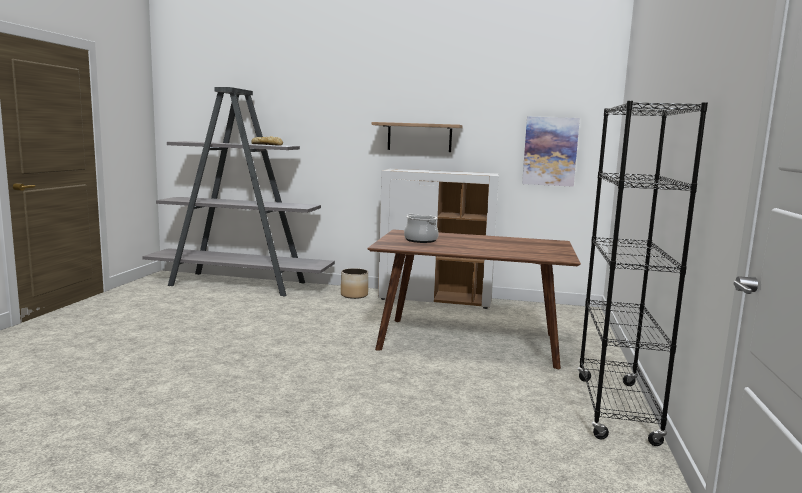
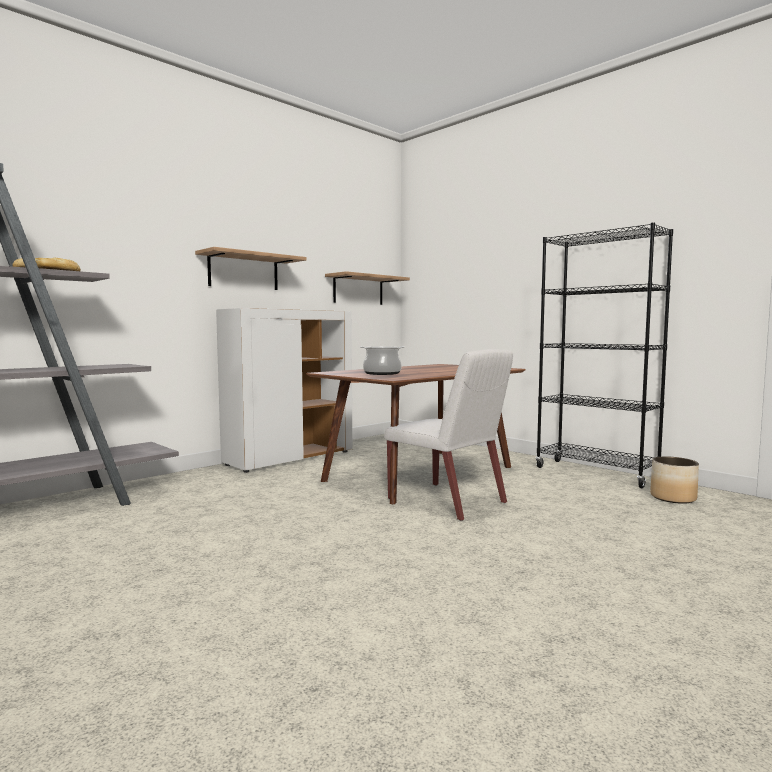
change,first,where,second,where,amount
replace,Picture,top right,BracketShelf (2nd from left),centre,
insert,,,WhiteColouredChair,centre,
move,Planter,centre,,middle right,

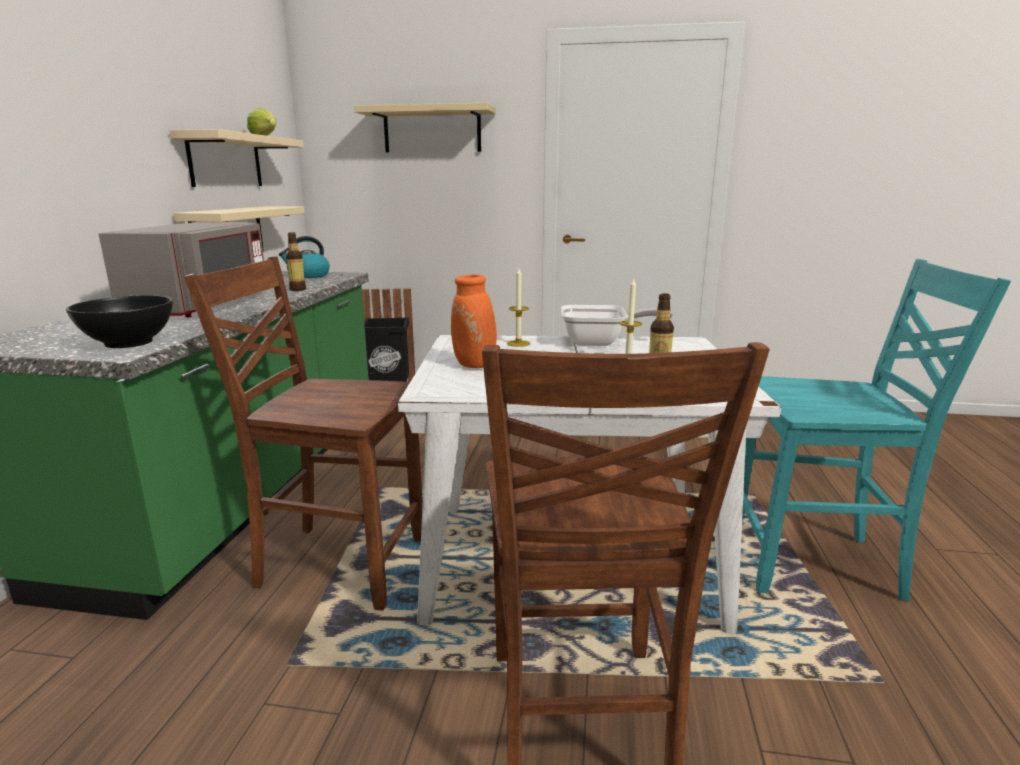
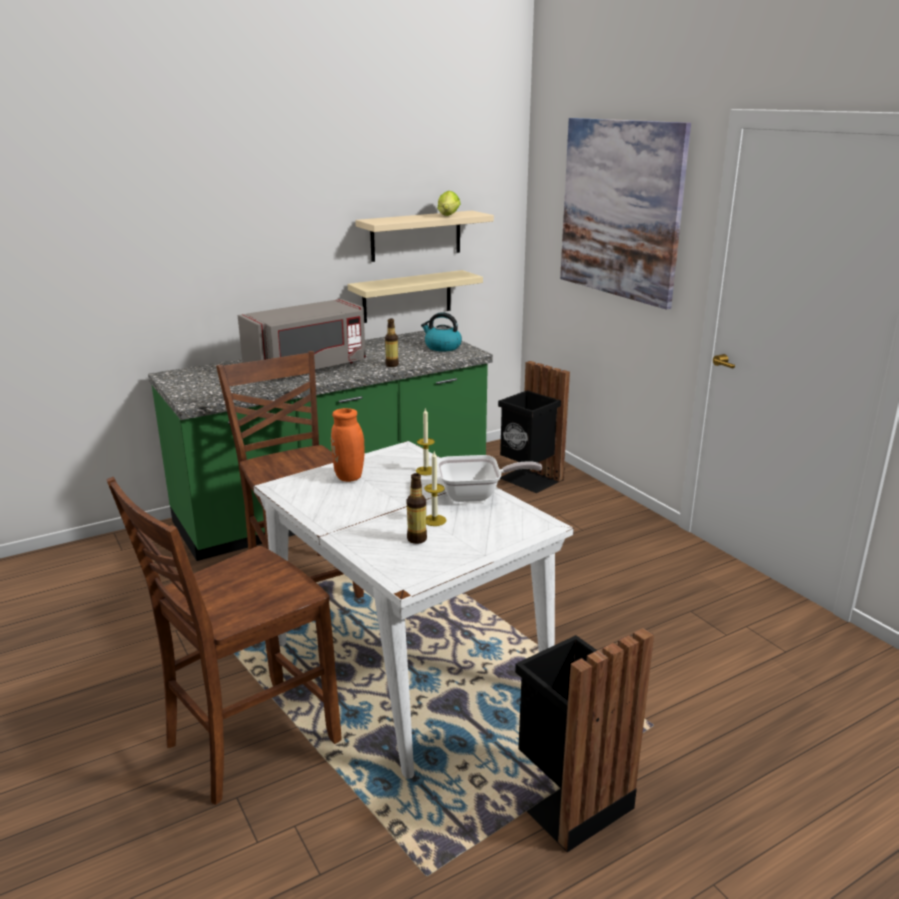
change,first,where,second,where,amount
rotate,Pan,centre,,centre,60 degrees counterclockwise
replace,TurquoiseColouredChair,middle right,BlackishWasteBin (2nd from left),bottom centre,
replace,SandColouredBracketShelf (3rd from left),top centre,Picture,top right,
delete,BlackishDeepDish,middle left,,,

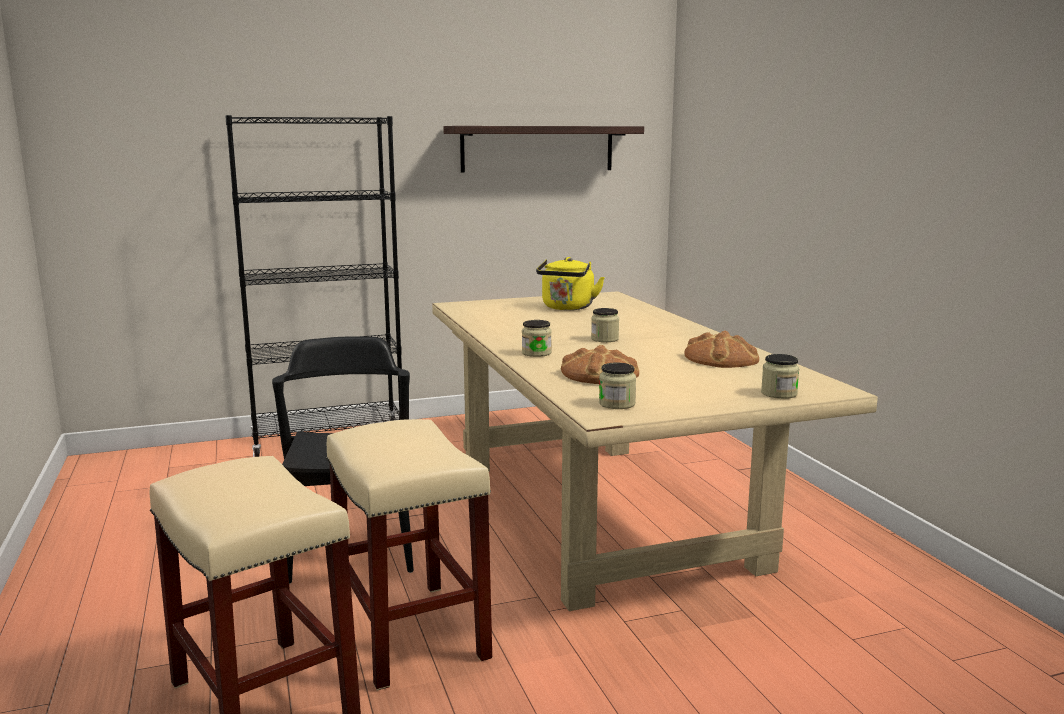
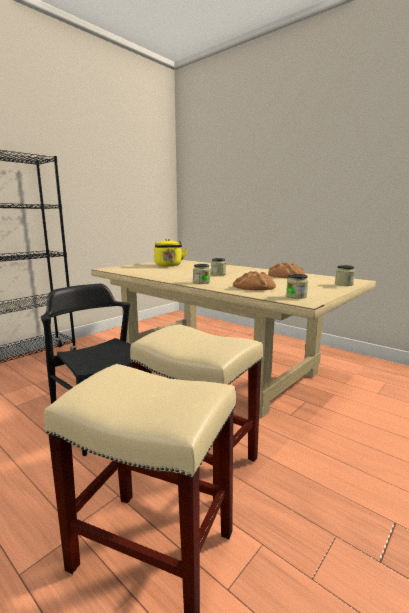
change,first,where,second,where,amount
delete,BracketShelf,top centre,,,

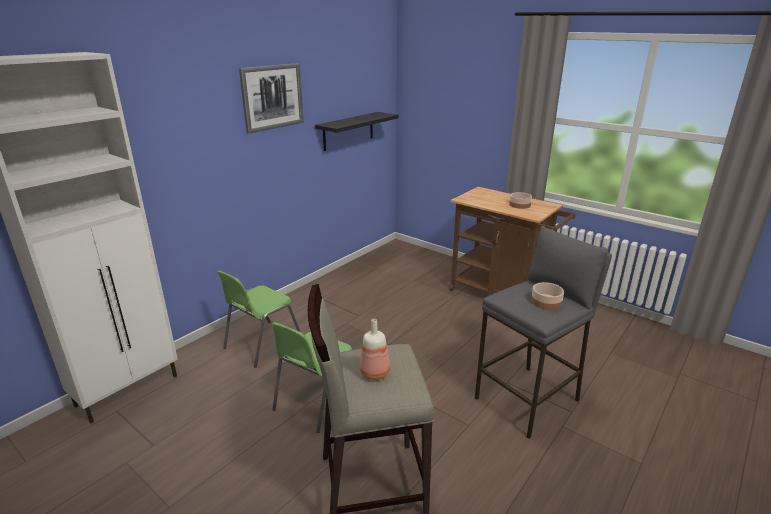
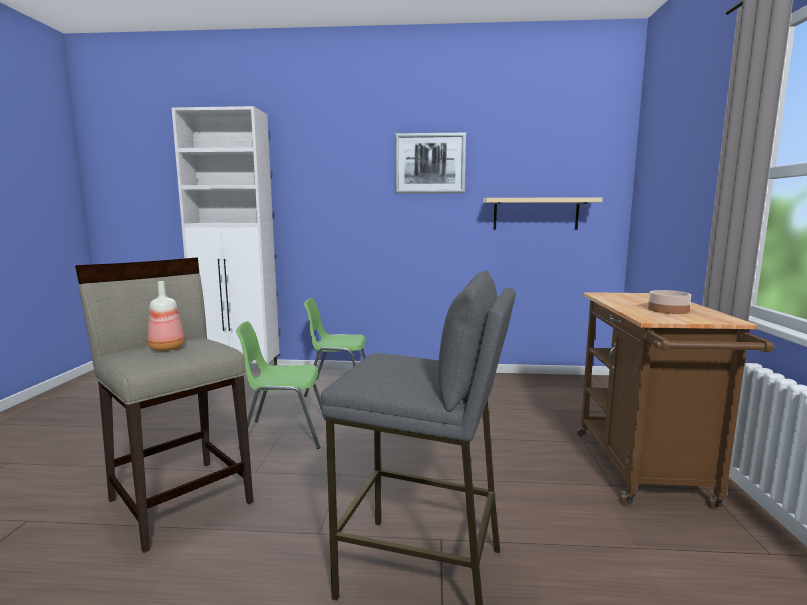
change,first,where,second,where,amount
recolor,BlackishBracketShelf,top centre,SandColouredBracketShelf,middle right,
delete,DeepDish (2nd from left),middle right,,,

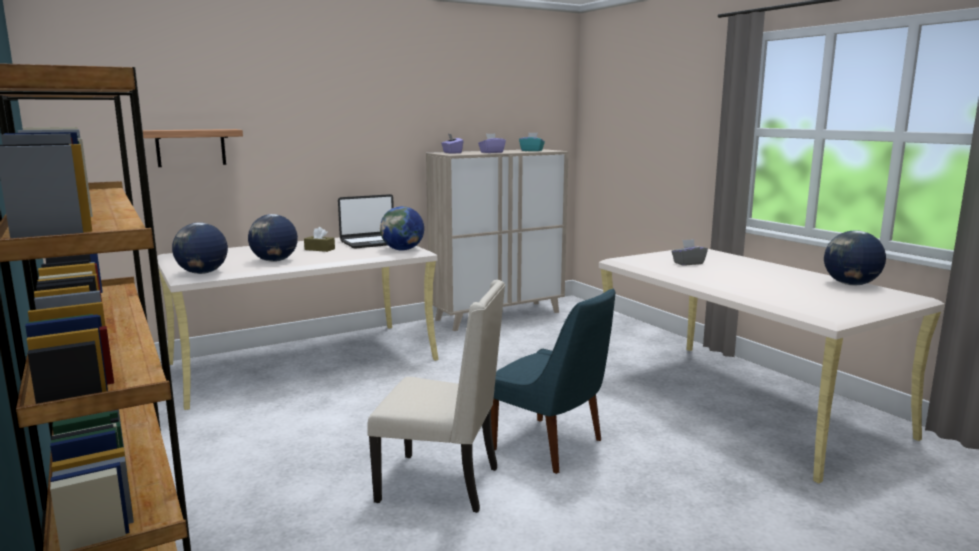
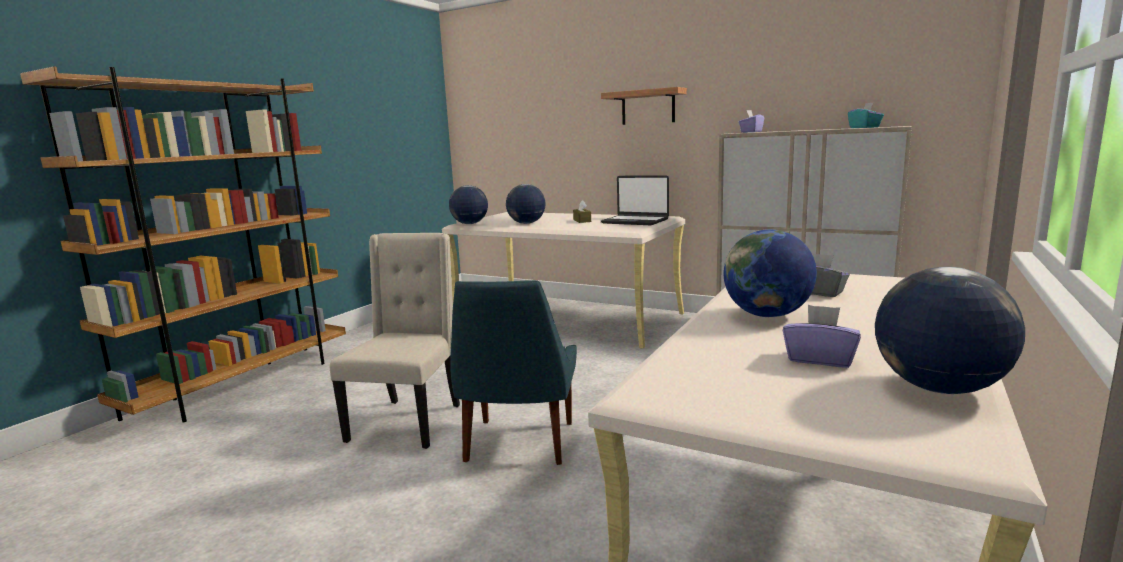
change,first,where,second,where,amount
rotate,SandColouredChair,bottom centre,,centre,150 degrees counterclockwise
move,BracketShelf,top left,,top centre,
move,Globe (3rd from left),centre,,middle right,
move,PurpleColouredTissueBox (2nd from left),top centre,,middle right,

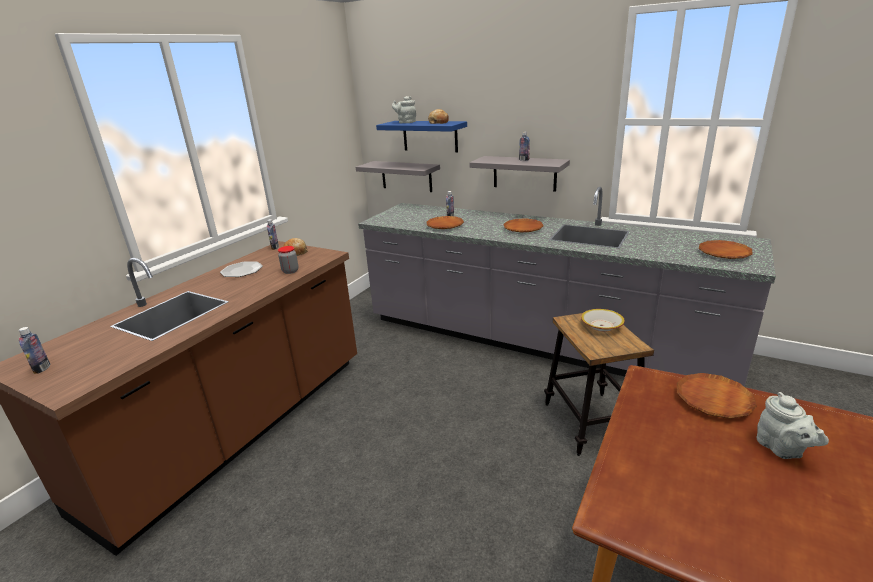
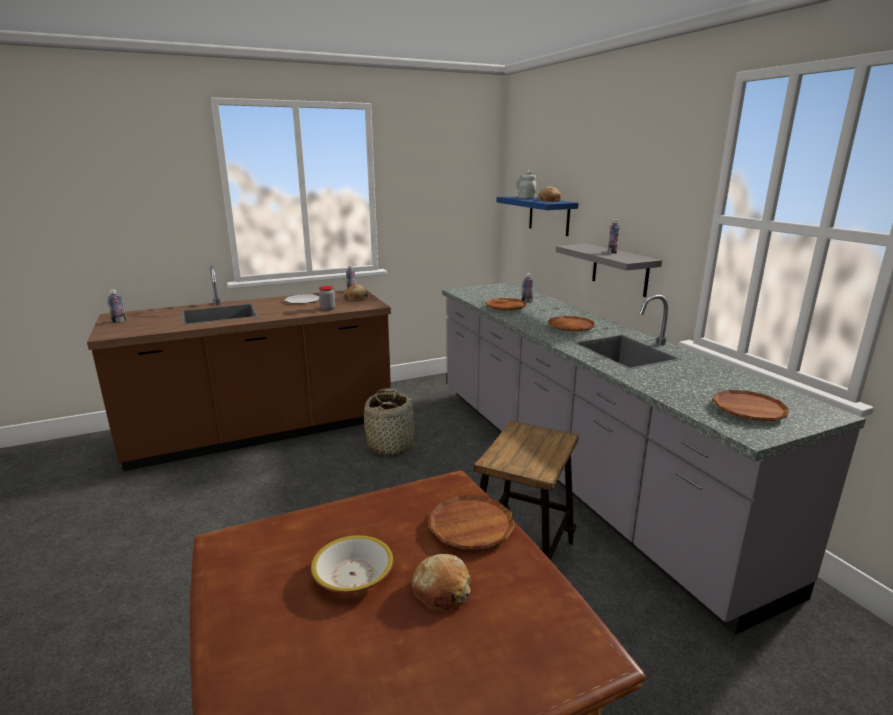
change,first,where,second,where,amount
move,DeepDish,middle right,,bottom centre,
insert,,,StorageBasket,centre,
replace,GrayTeaPot (2nd from left),bottom right,Bread (2nd from left),bottom centre,
delete,GrayBracketShelf (1st from left),top centre,,,

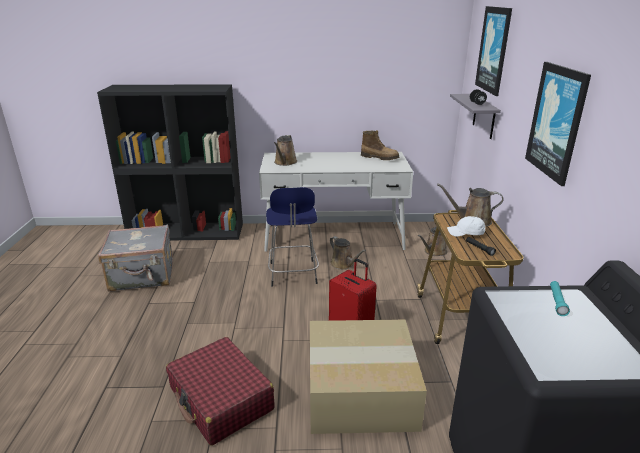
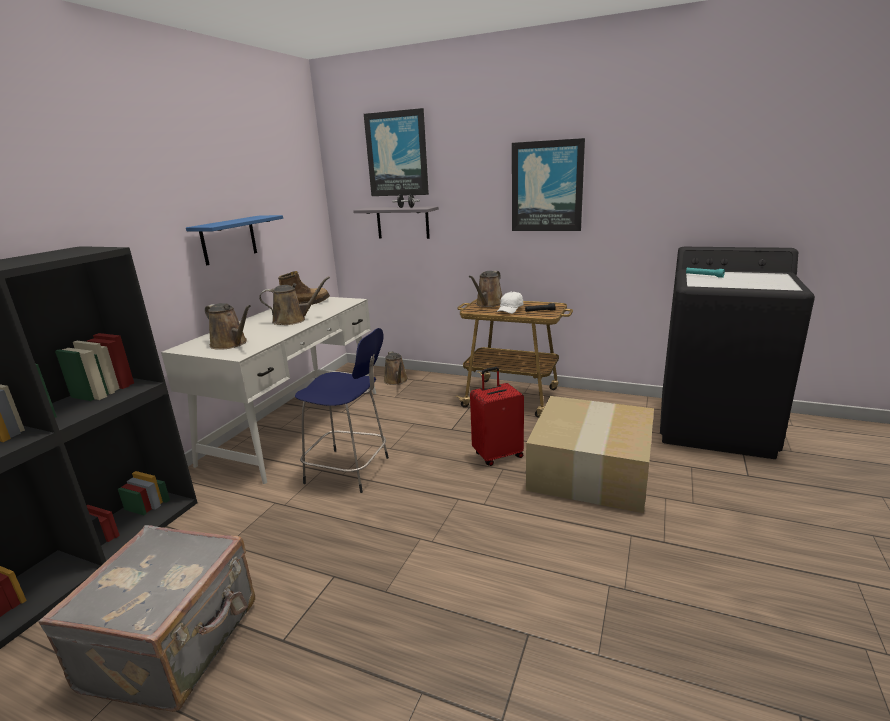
change,first,where,second,where,amount
insert,,,BluishBracketShelf,top left,
move,BrownColouredWateringPot (2nd from left),centre,,middle left,
delete,RedSuitcase (1st from left),bottom centre,,,

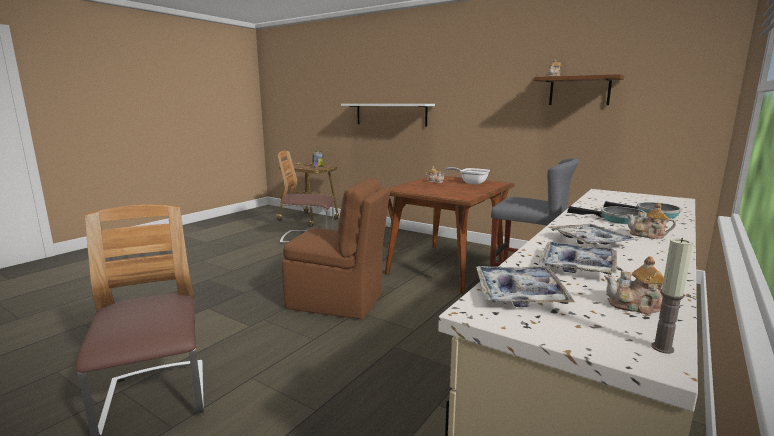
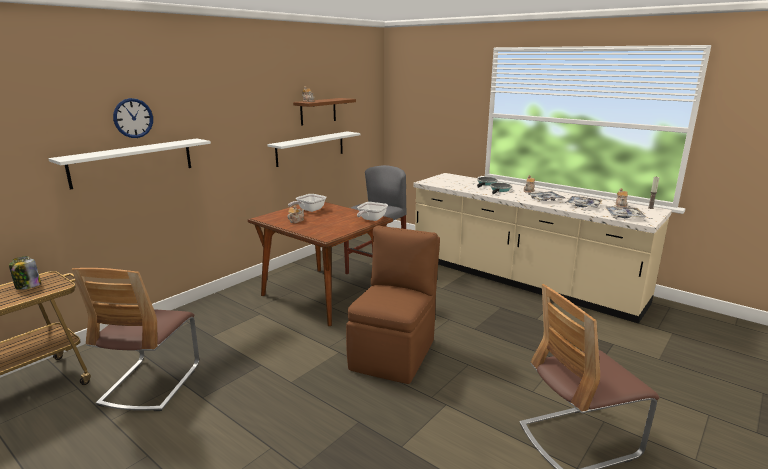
change,first,where,second,where,amount
insert,,,ClockOnTheWall,top left,
insert,,,WhiteColouredBracketShelf (2nd from left),top centre,
insert,,,Pan (2nd from left),centre,

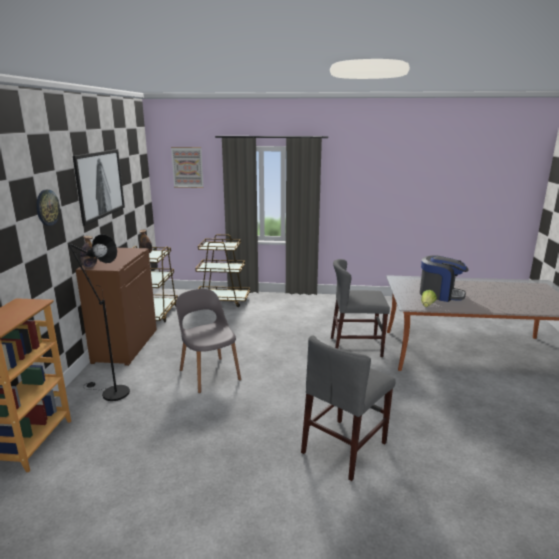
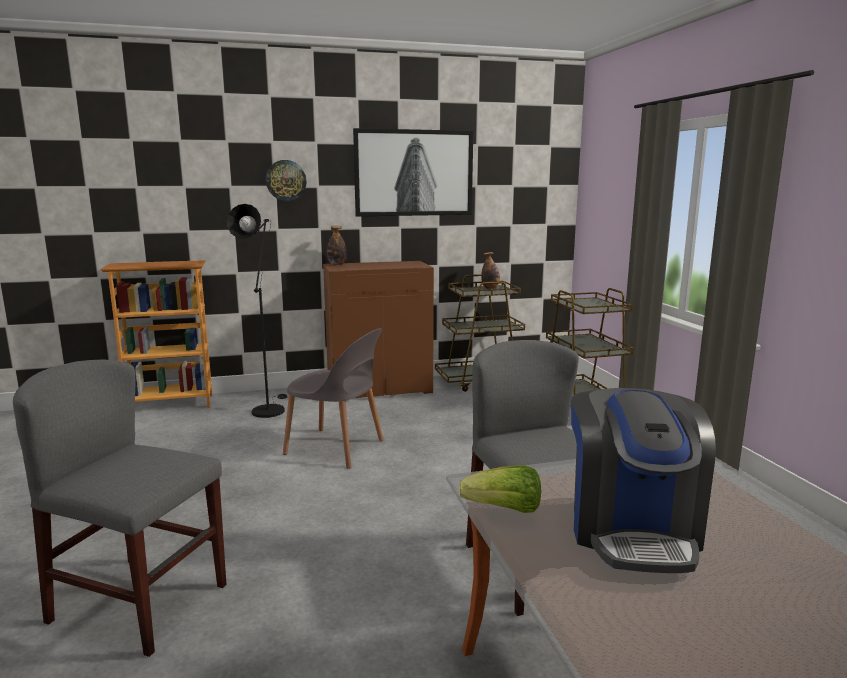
change,first,where,second,where,amount
rotate,GrayChair (1st from left in the first image),centre,GrayChair (2nd from left),centre,75 degrees clockwise
delete,Picture (2nd from left),top centre,,,

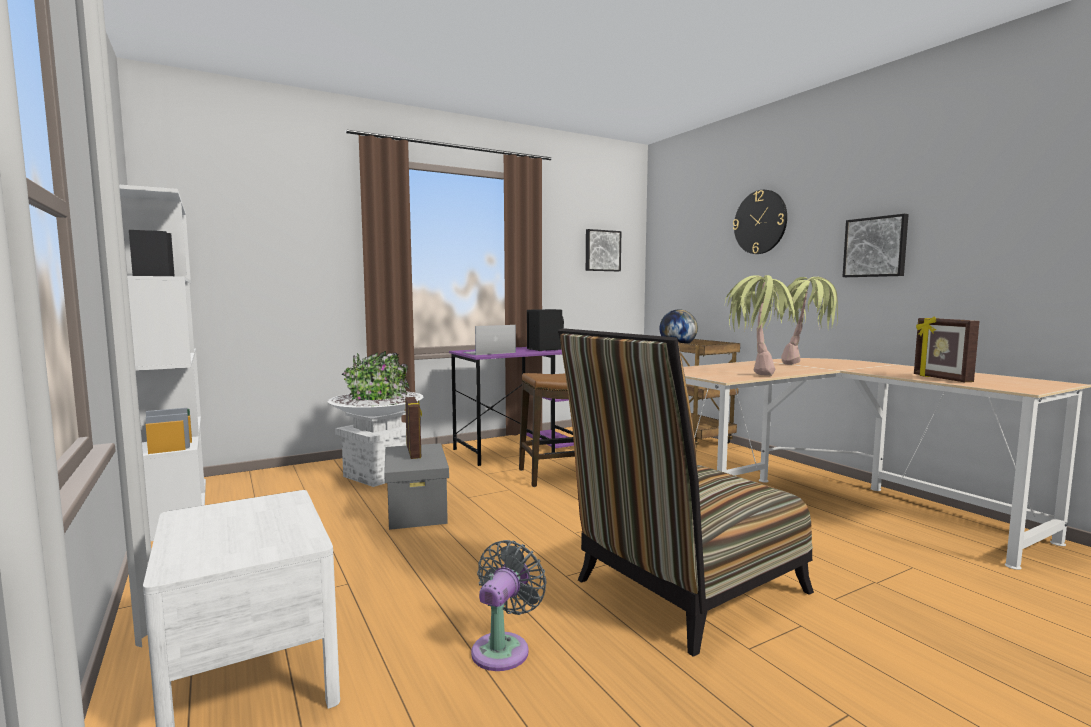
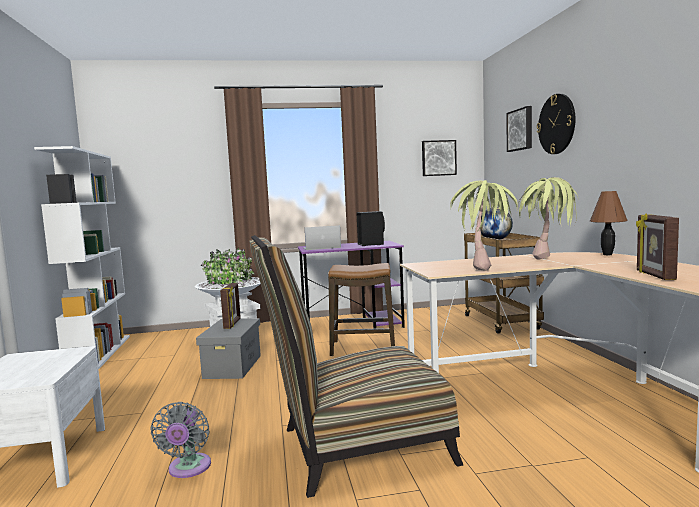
change,first,where,second,where,amount
rotate,GrayFan,bottom centre,,bottom left,135 degrees clockwise
move,Picture (2nd from left),middle right,,top right,
insert,,,BrownColouredLampForATable,middle right,

